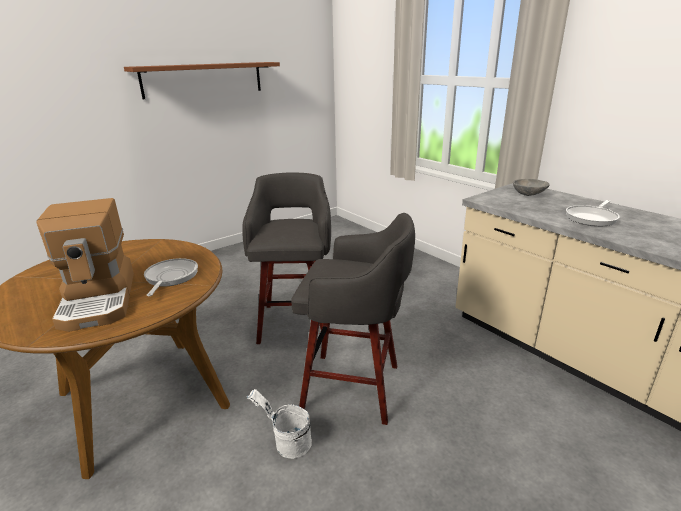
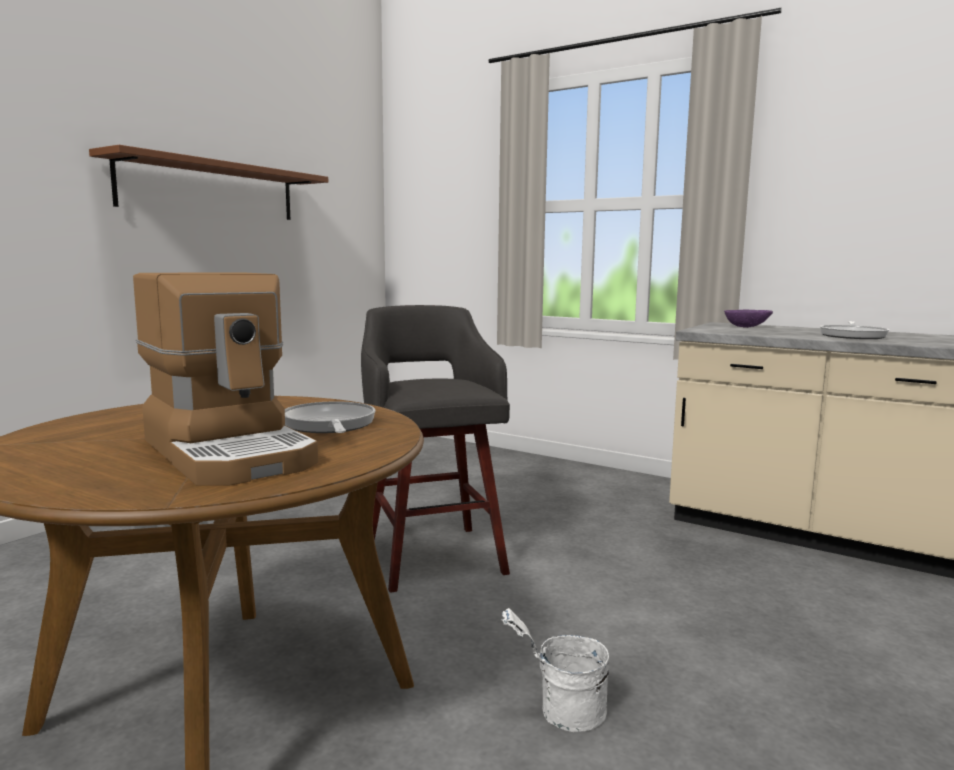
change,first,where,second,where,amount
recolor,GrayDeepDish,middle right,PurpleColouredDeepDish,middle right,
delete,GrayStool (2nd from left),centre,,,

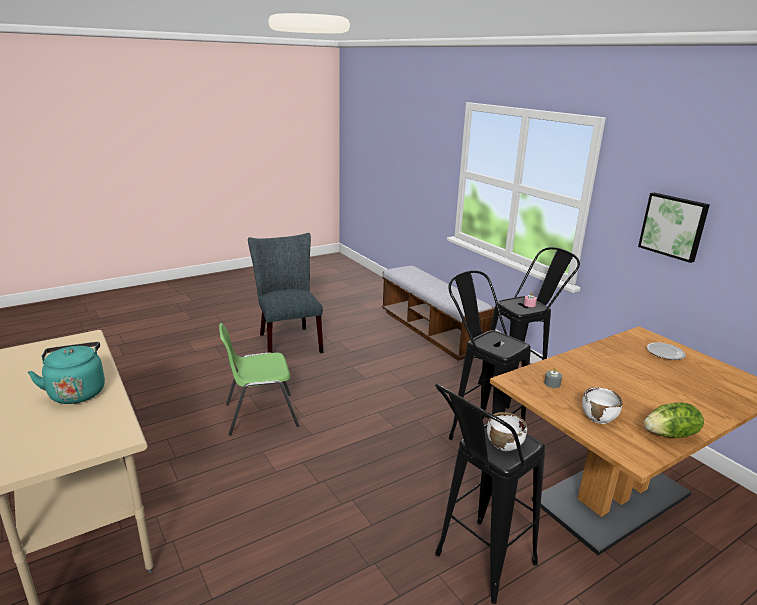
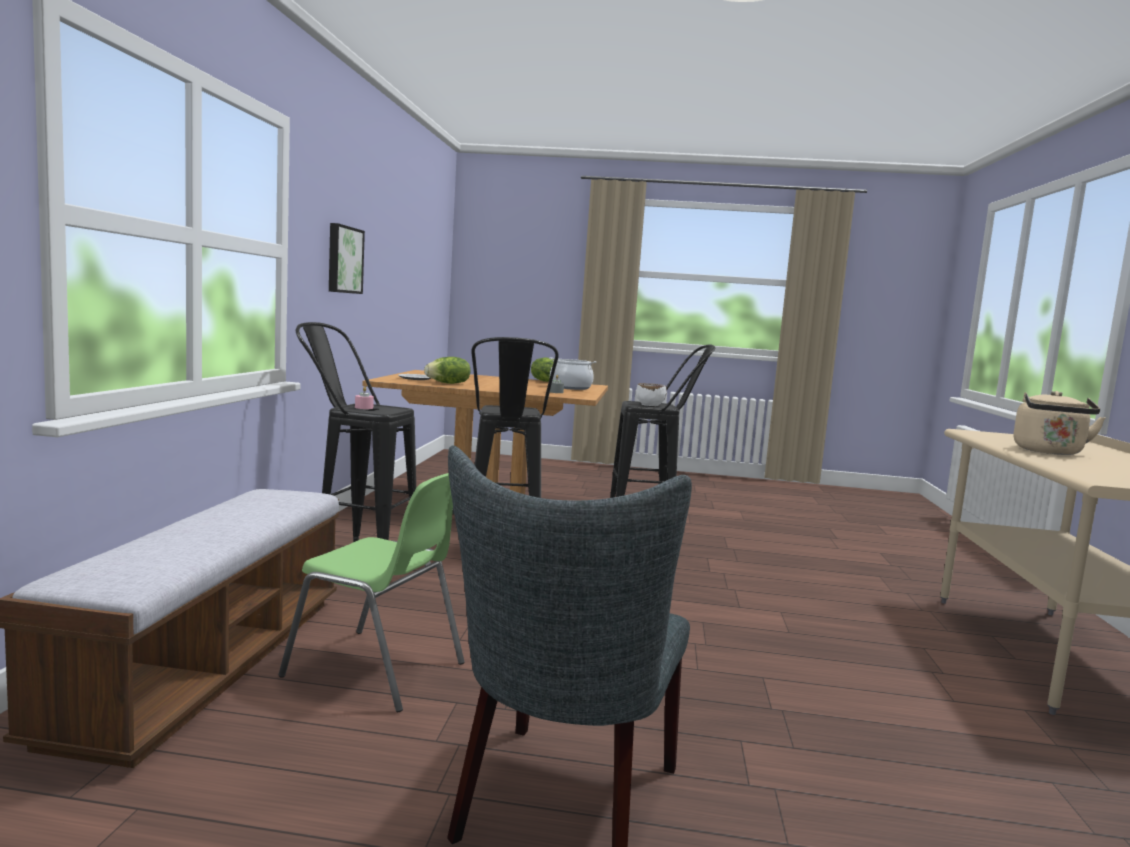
change,first,where,second,where,amount
move,GreenColouredChair,centre,,bottom left,
insert,,,LettuceHead (1st from left),centre,
replace,WhiteColouredDeepDish (2nd from left),bottom right,Saucepot,centre,
recolor,TurquoiseColouredTeaKettle,middle left,SandColouredTeaKettle,middle right,

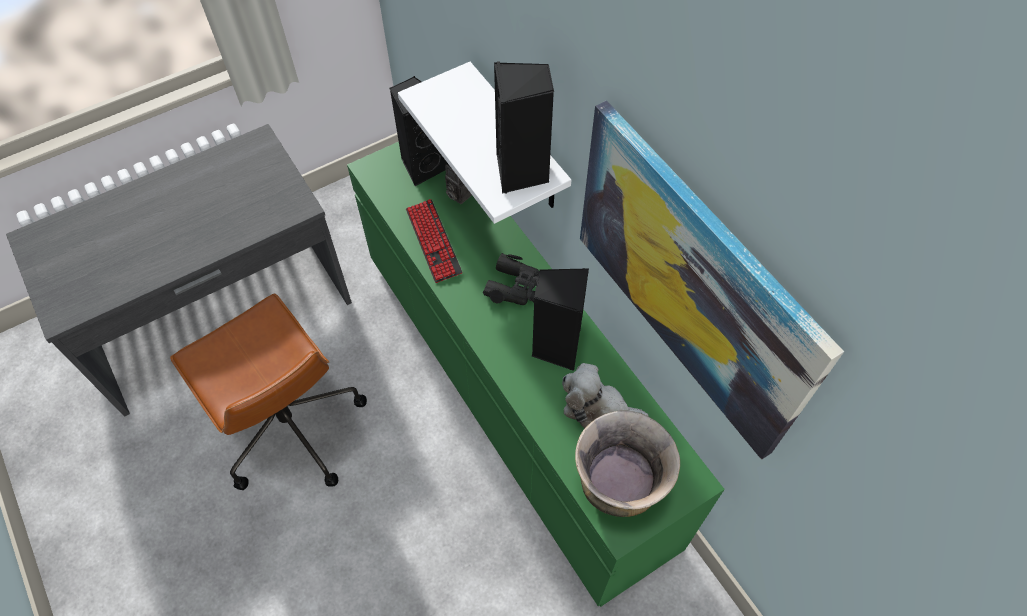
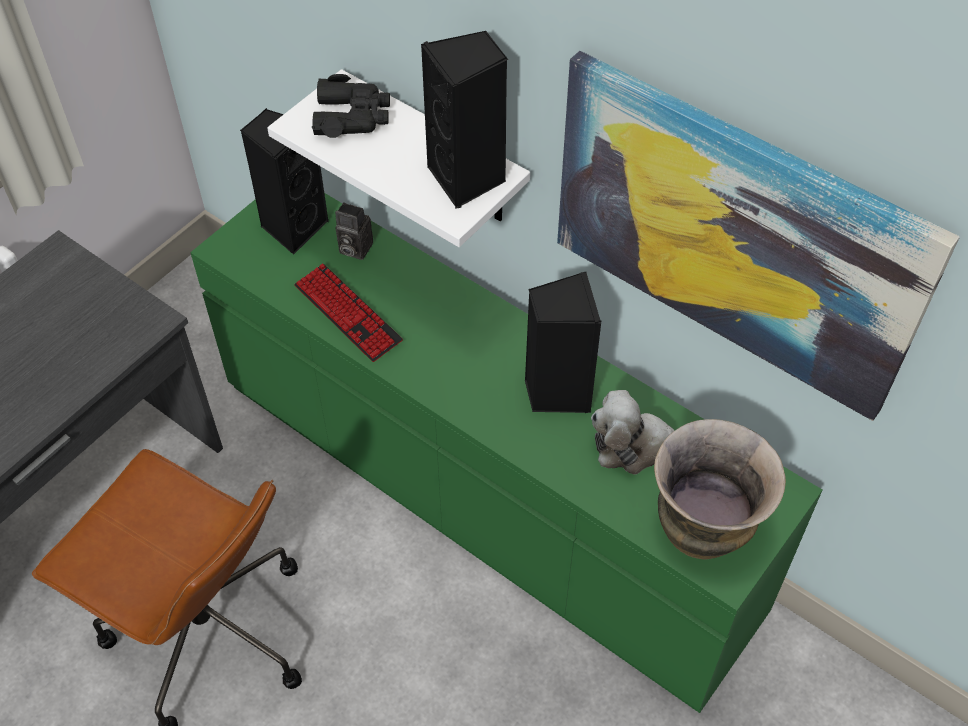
change,first,where,second,where,amount
move,BlackishFieldGlasses,centre,,top centre,

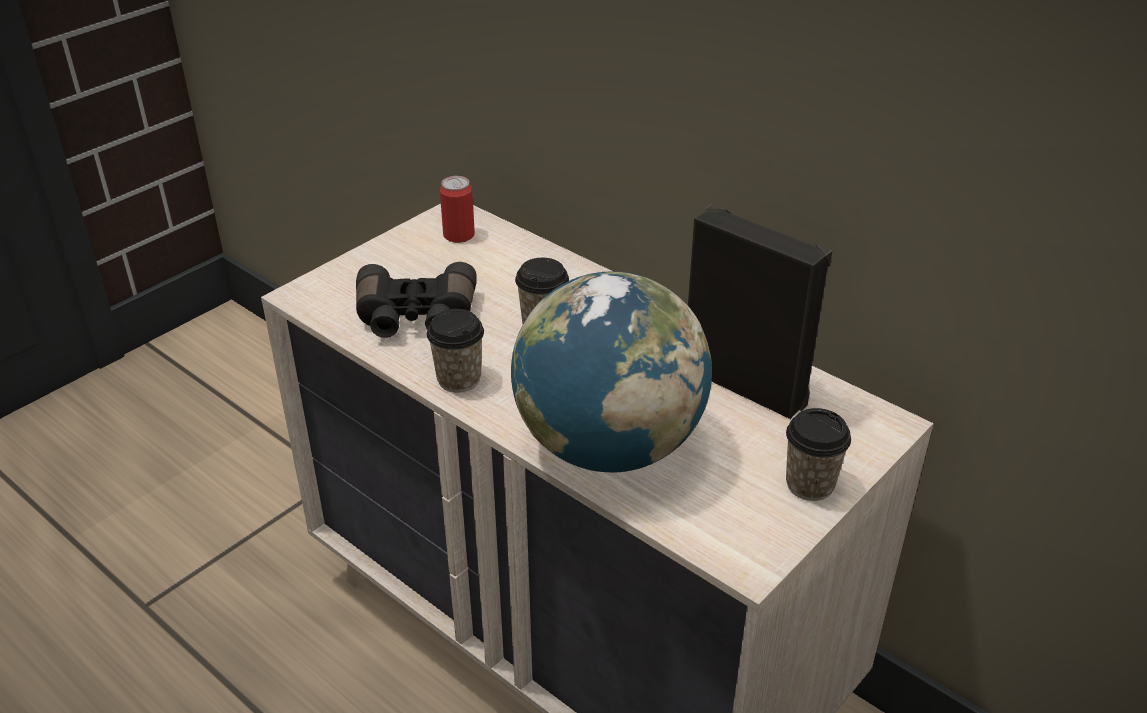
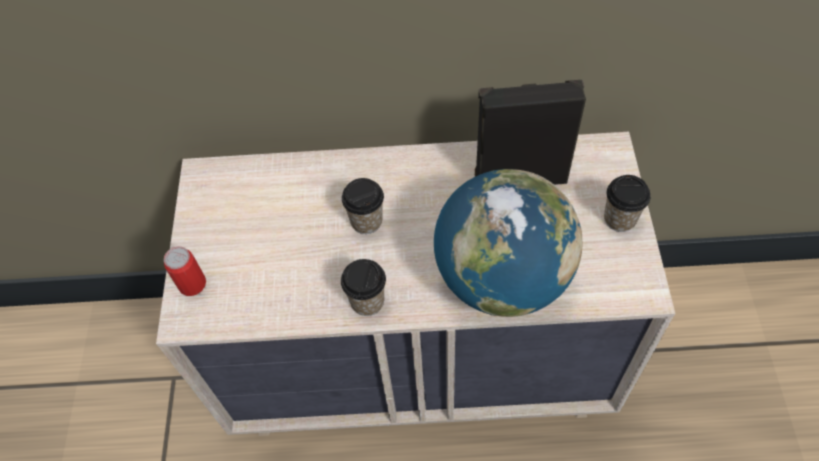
change,first,where,second,where,amount
move,SealedCan,top centre,,middle left,
delete,BlackishFieldGlasses,centre,,,

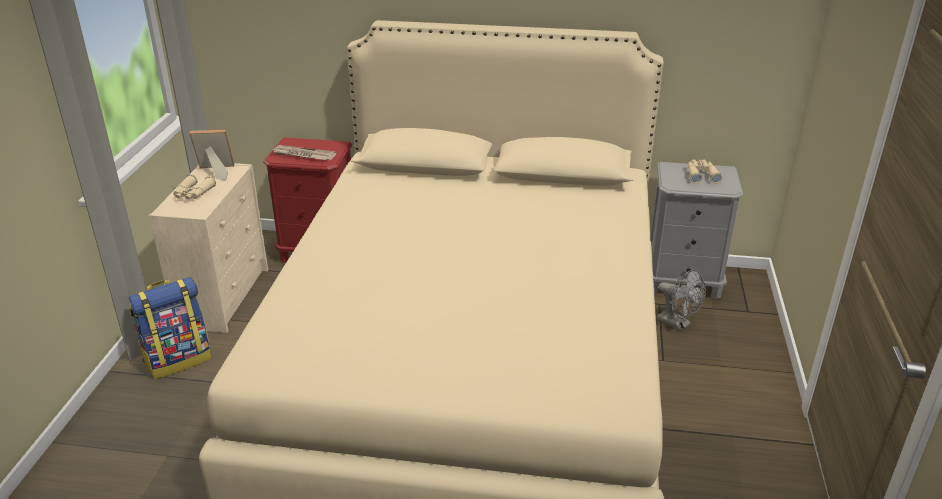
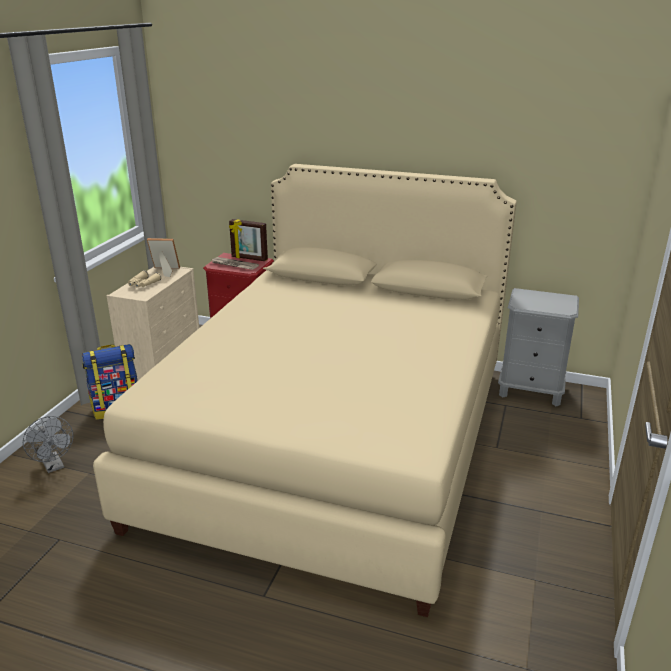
change,first,where,second,where,amount
move,GrayFan,middle right,,middle left,
insert,,,PictureFrame (2nd from left),centre,
delete,SandColouredFieldGlasses (2nd from left),middle right,,,

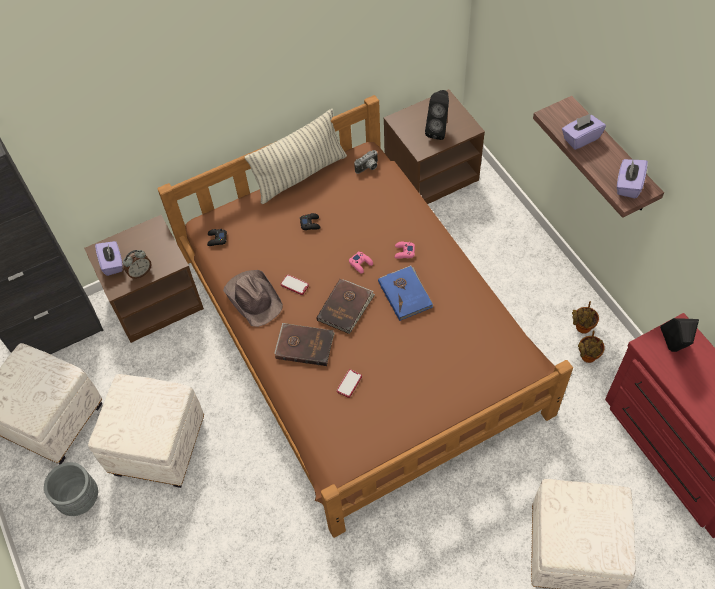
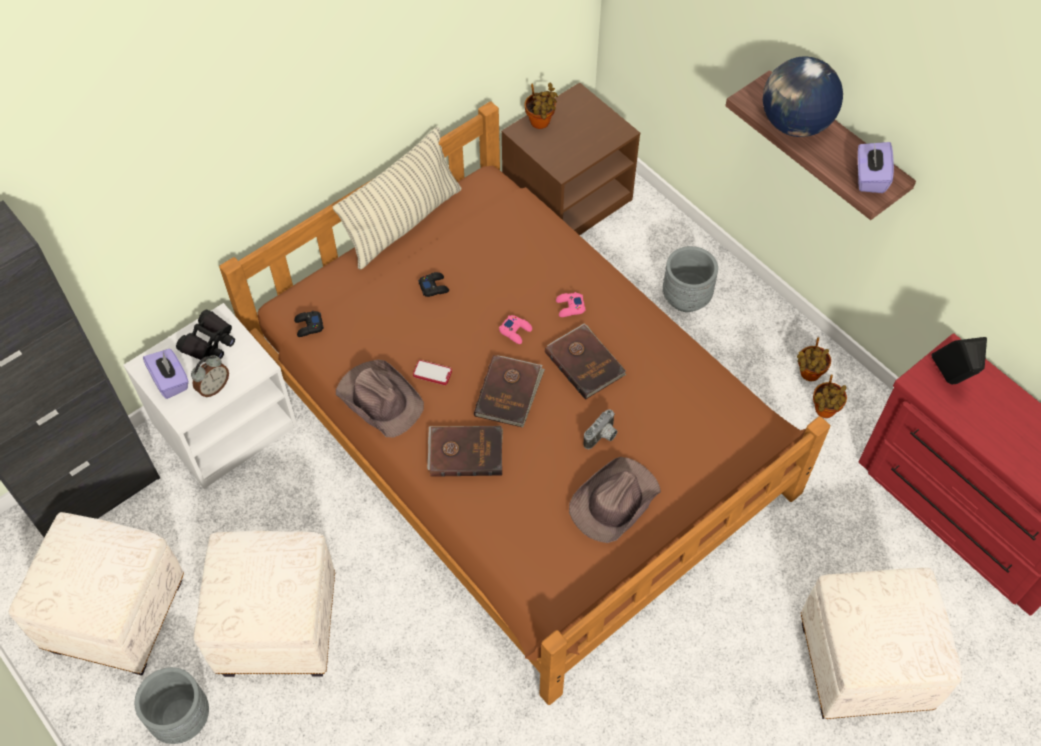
change,first,where,second,where,amount
recolor,BrownColouredNightstand (1st from left),middle left,WhiteColouredNightstand,middle left,
insert,,,BlackishFieldGlasses,middle left,
insert,,,PlantInAPot (1st from left),top centre,
recolor,BluishBook,centre,BrownColouredBook (3rd from left),centre,
insert,,,BrownColouredHat (2nd from left),bottom centre,
move,PhotoCamera,top centre,,centre,
insert,,,GrayPlanter (2nd from left),centre,
replace,PurpleColouredTissueBox (2nd from left),top right,Globe,top right,
delete,Handset (2nd from left),centre,,,
delete,BlackishLoudspeaker (1st from left),top centre,,,

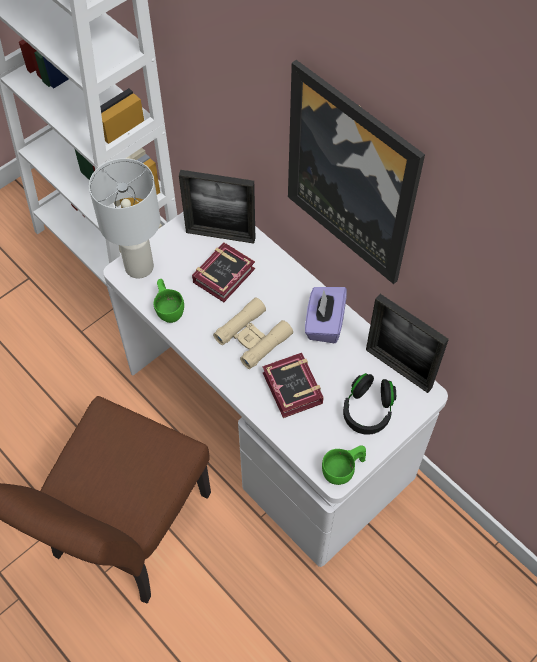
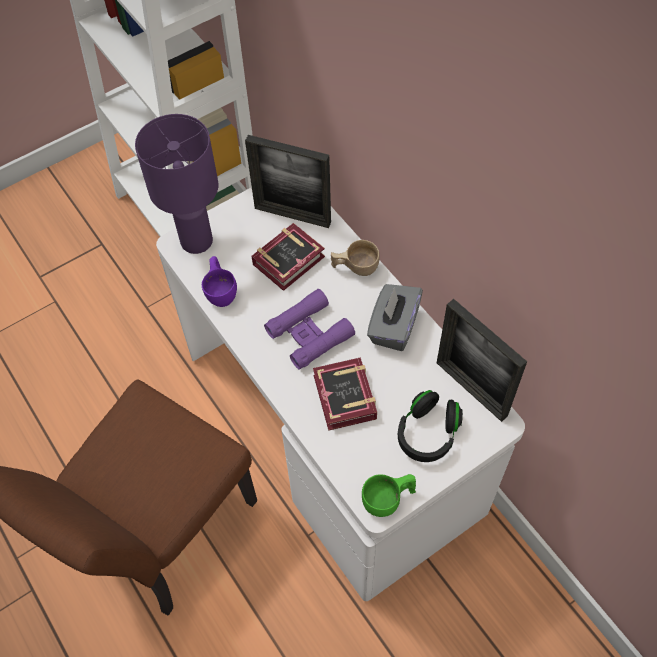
change,first,where,second,where,amount
recolor,WhiteColouredLampForATable,top left,PurpleColouredLampForATable,top left,
recolor,GreenColouredSmallCup (1st from left),middle left,PurpleColouredSmallCup,centre,
recolor,SandColouredFieldGlasses,centre,PurpleColouredFieldGlasses,centre,
insert,,,SandColouredSmallCup,centre,
recolor,PurpleColouredTissueBox,centre,GrayTissueBox,centre,
delete,Picture,top centre,,,

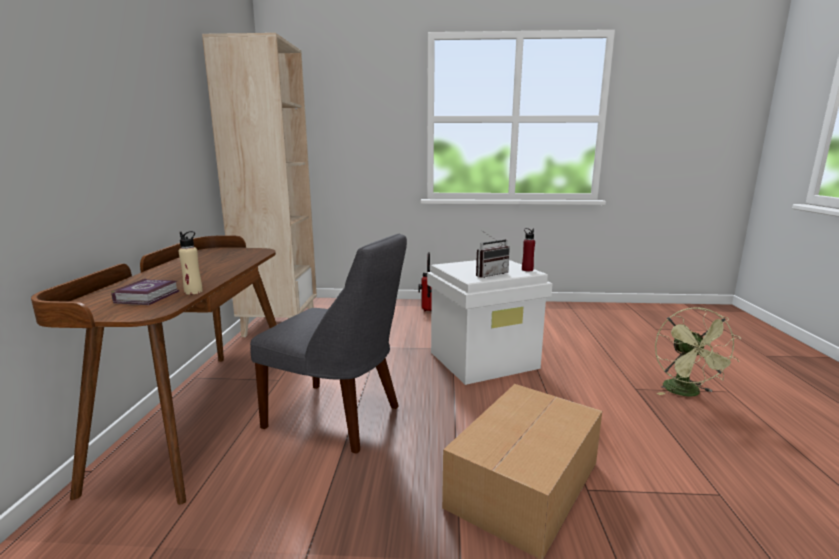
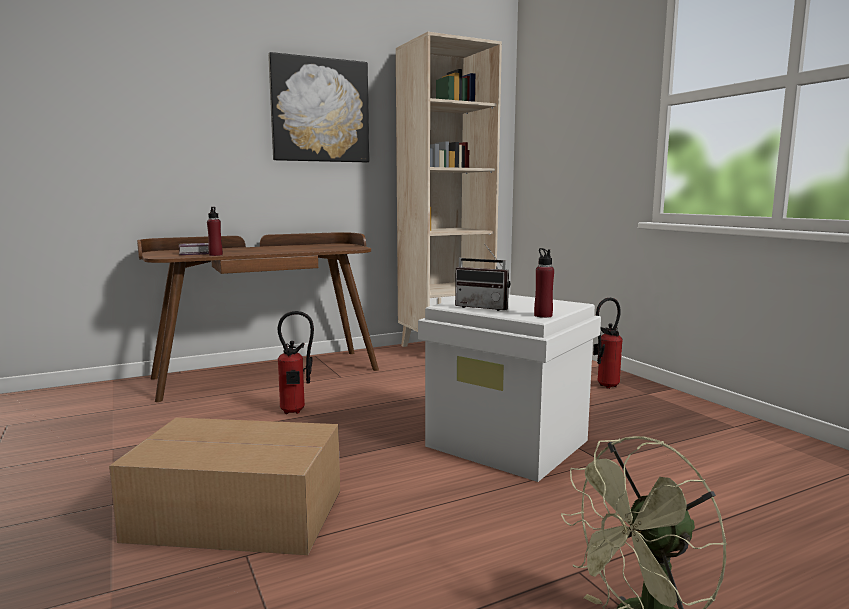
change,first,where,second,where,amount
recolor,SandColouredBeverageBottle,middle left,RedBeverageBottle (1st from left),middle left,
insert,,,Picture,top centre,
replace,GrayChair,centre,FireFightingCylinder (1st from left),centre,

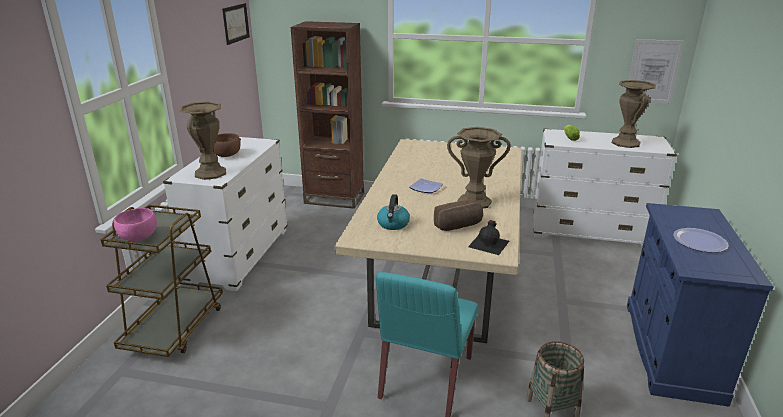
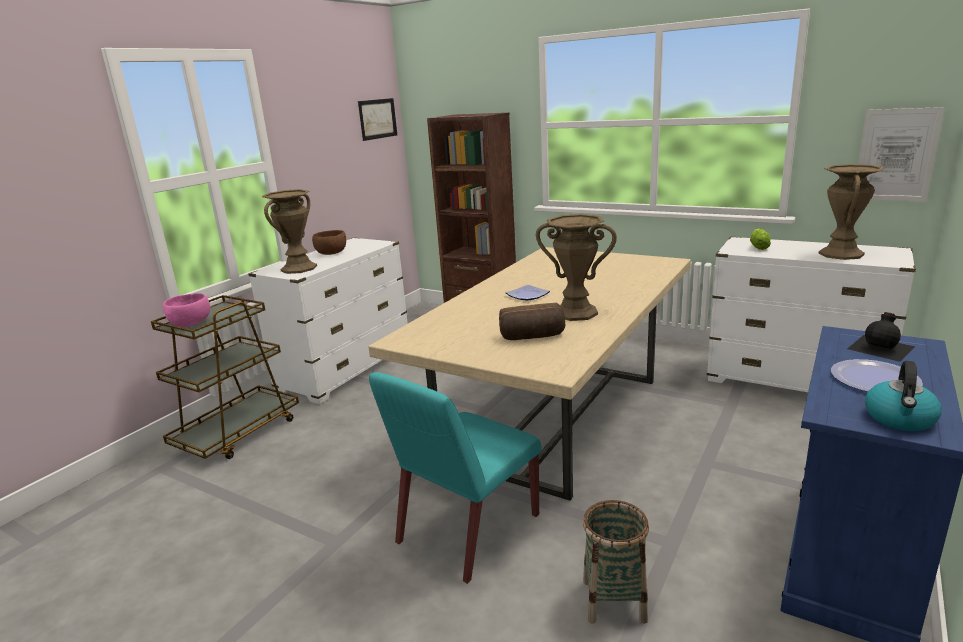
change,first,where,second,where,amount
move,BlackishBeverageBottle,centre,,middle right,
move,TeaKettle,centre,,middle right,

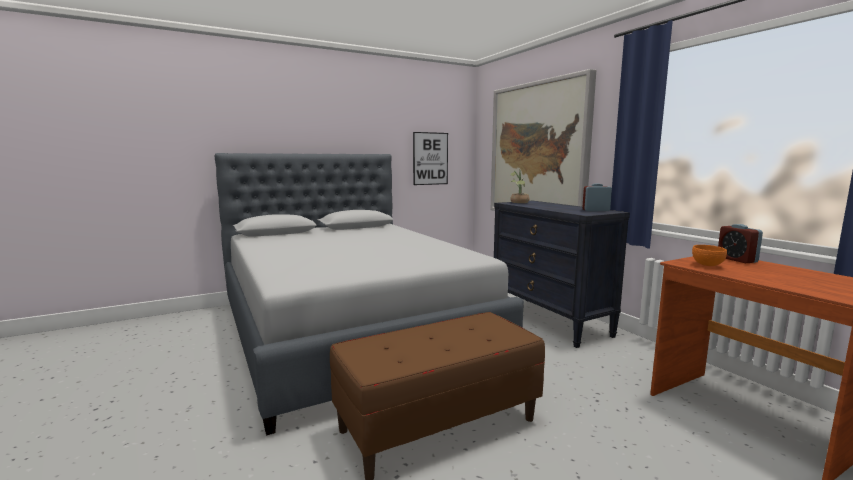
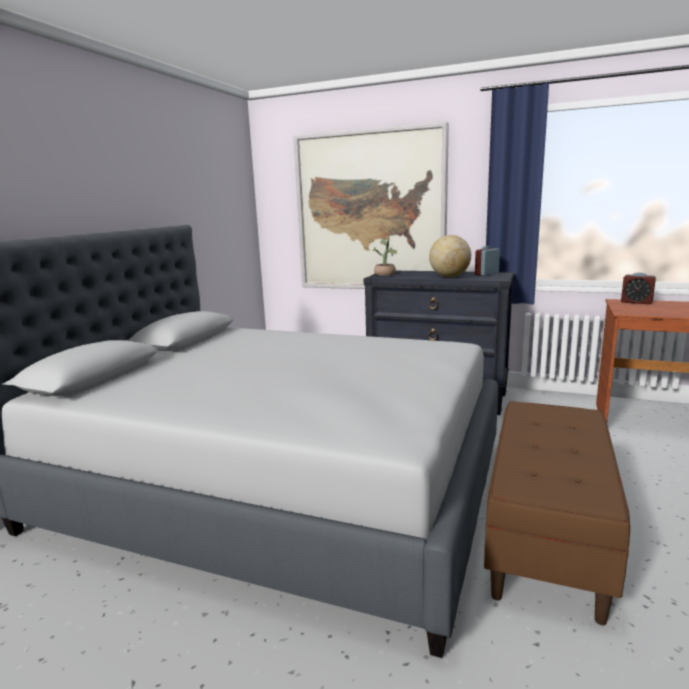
change,first,where,second,where,amount
insert,,,Globe,centre,
delete,Picture (1st from left),top centre,,,
delete,OrangeyDeepDish,middle right,,,

